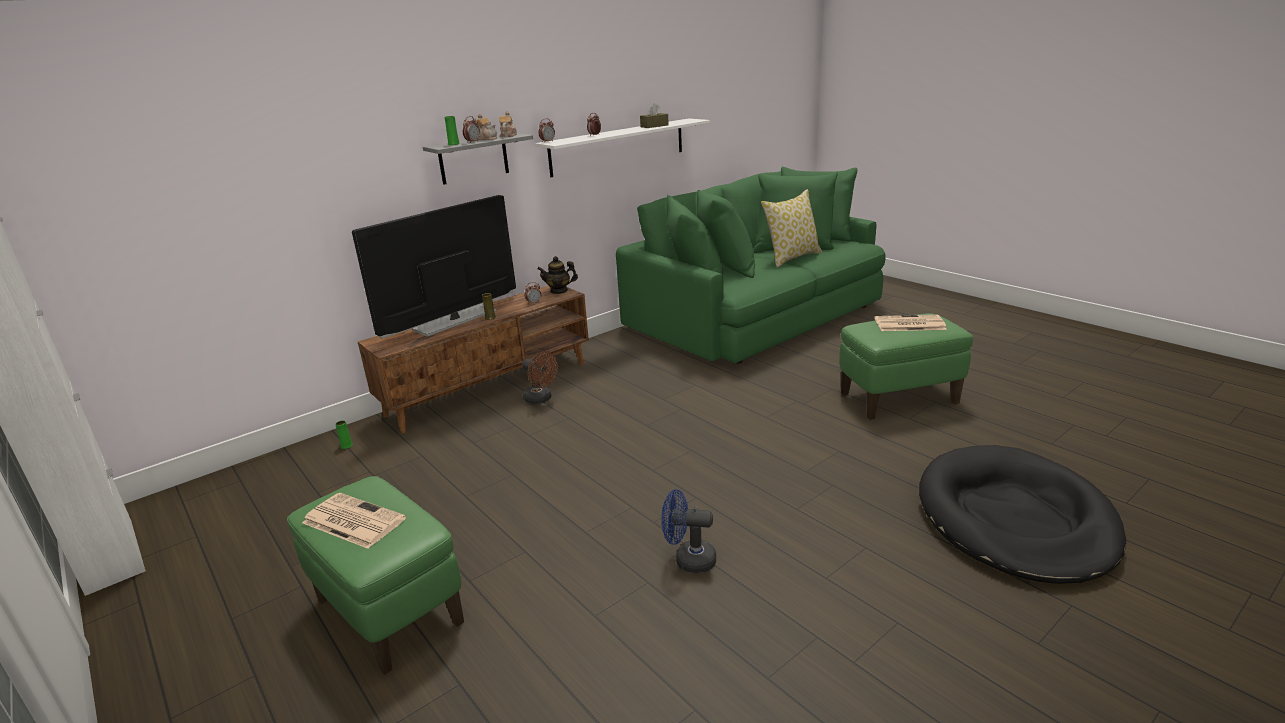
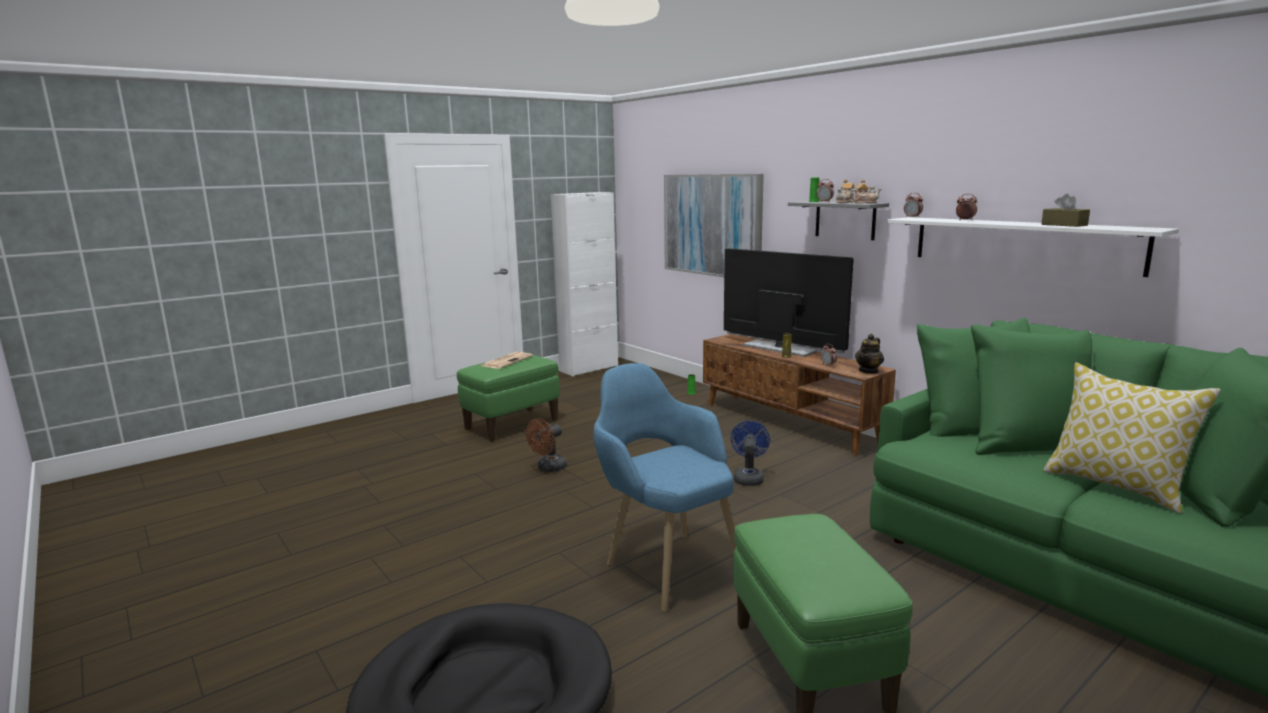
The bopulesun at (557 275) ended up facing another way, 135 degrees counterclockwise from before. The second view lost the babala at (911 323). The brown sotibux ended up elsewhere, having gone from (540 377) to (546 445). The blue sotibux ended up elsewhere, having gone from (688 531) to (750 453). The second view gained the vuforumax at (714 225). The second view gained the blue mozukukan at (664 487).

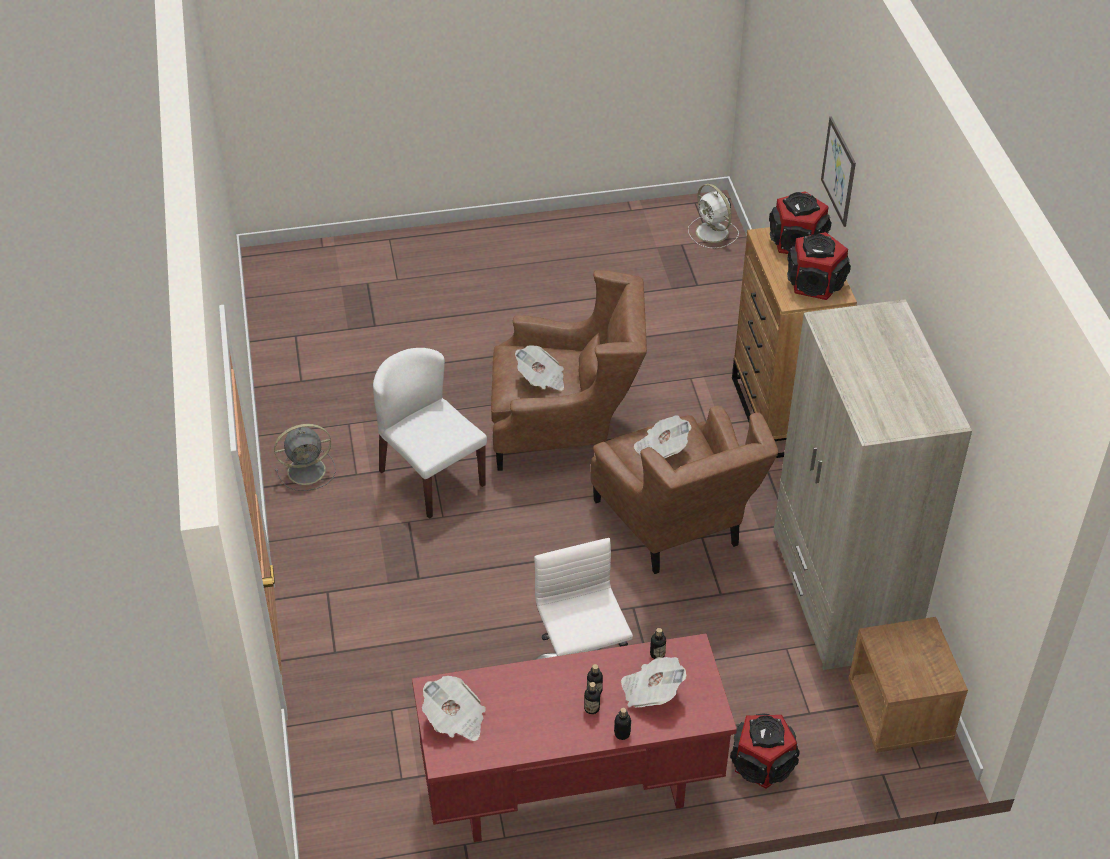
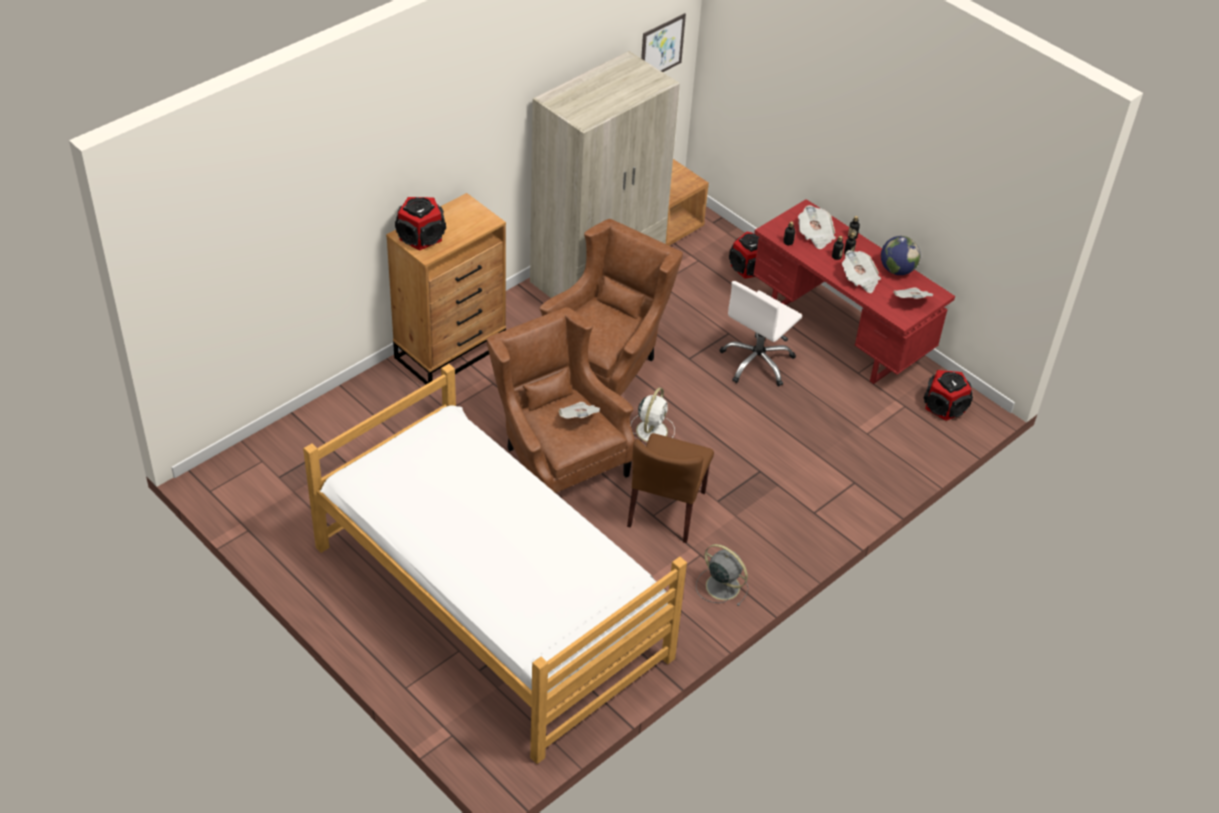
The vuforumax ended up elsewhere, having gone from (838 171) to (663 42). The white sotibux ended up elsewhere, having gone from (713 216) to (653 415). The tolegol ended up elsewhere, having gone from (819 266) to (948 395). What was the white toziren at (430 433) turned into the brown toziren at (670 488). The babala ended up elsewhere, having gone from (663 437) to (861 271). The second view gained the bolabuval at (900 255). The second view gained the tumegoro at (495 564).

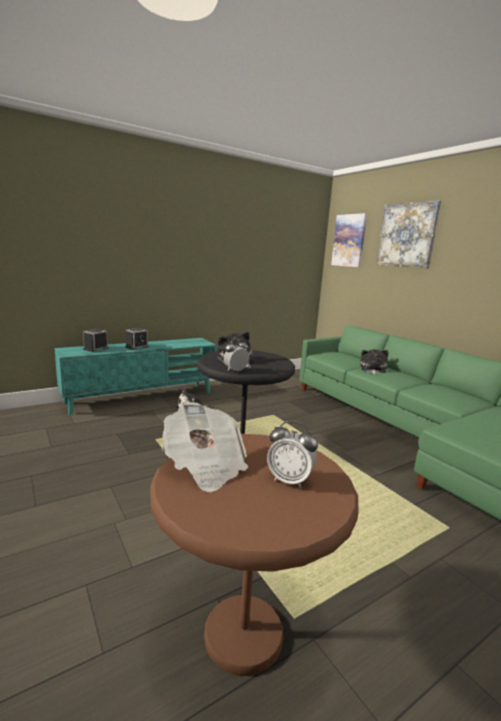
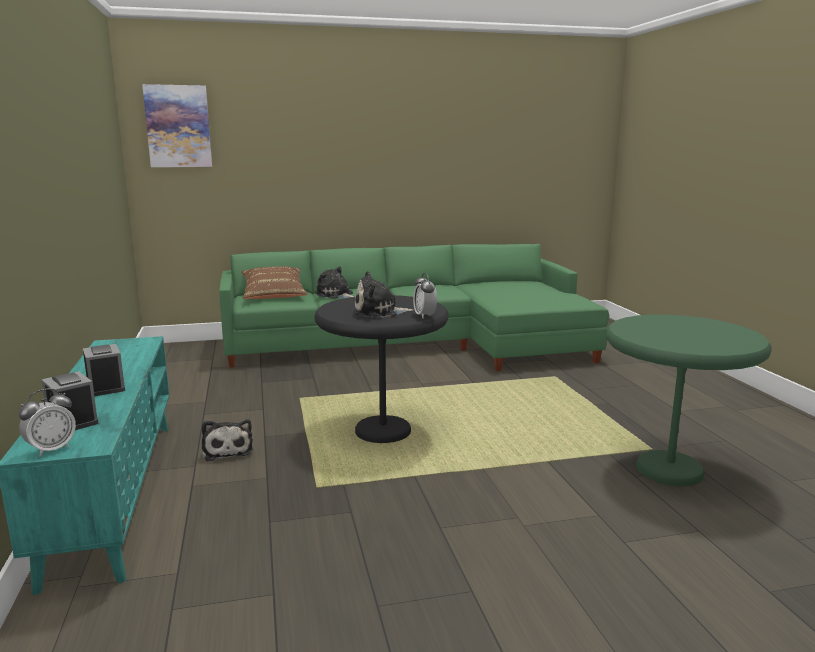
The second view lost the vuforumax at (408 234). The second view lost the babala at (205 447). The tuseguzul ended up elsewhere, having gone from (292 454) to (47 422). What was the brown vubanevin at (254 555) turned into the green vubanevin at (689 400). The second view gained the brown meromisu at (274 282).

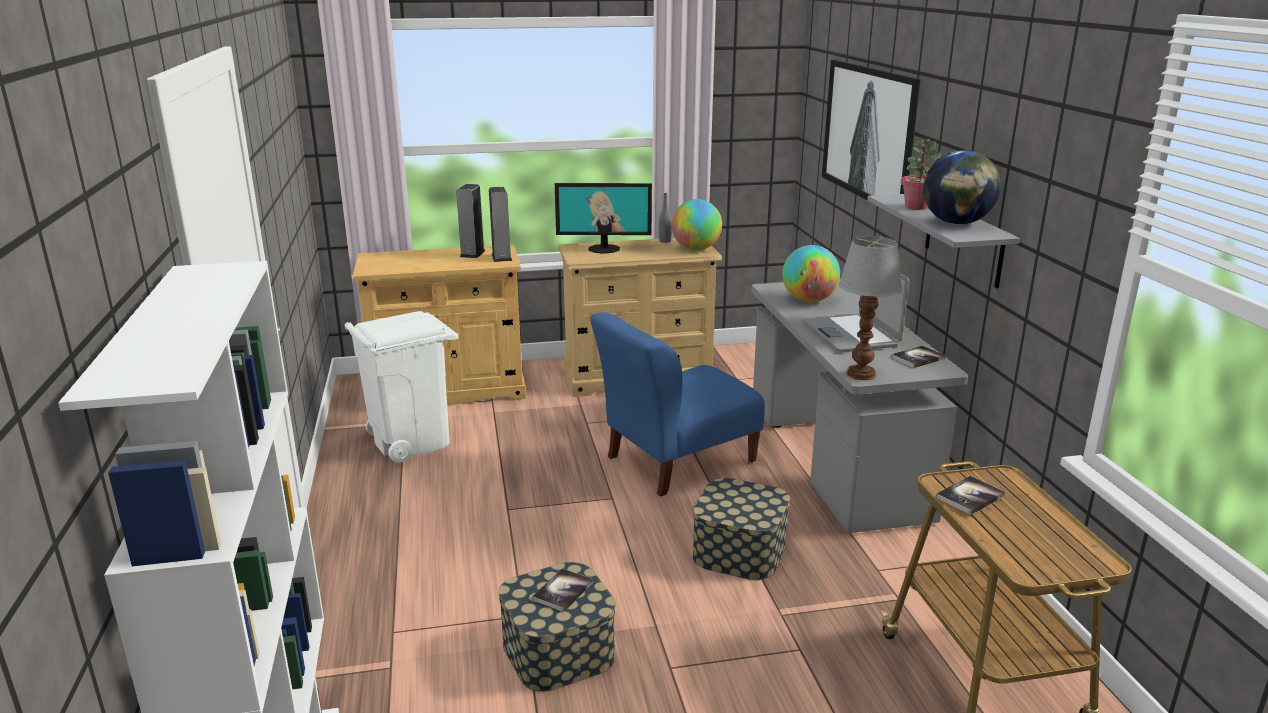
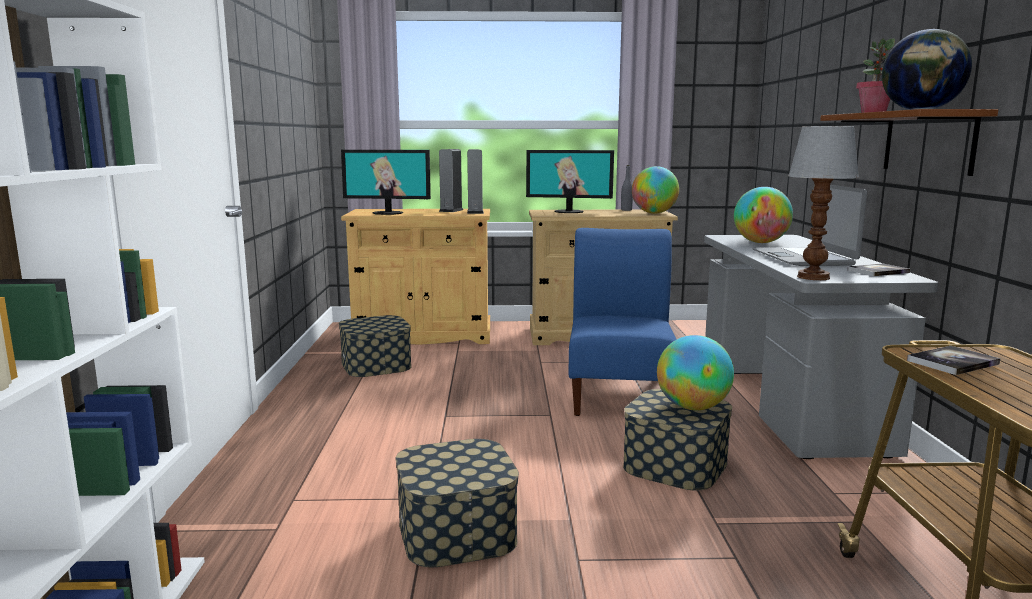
The second view lost the vuforumax at (871 130). What was the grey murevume at (943 241) turned into the brown murevume at (909 142). Where the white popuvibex stood at (401 387), the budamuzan came to stand at (375 346). The blue toziren at (677 404) ended up facing another way, 120 degrees clockwise from before. The second view lost the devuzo at (562 590). The second view gained the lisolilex at (386 182). The second view gained the bolabuval at (695 372).

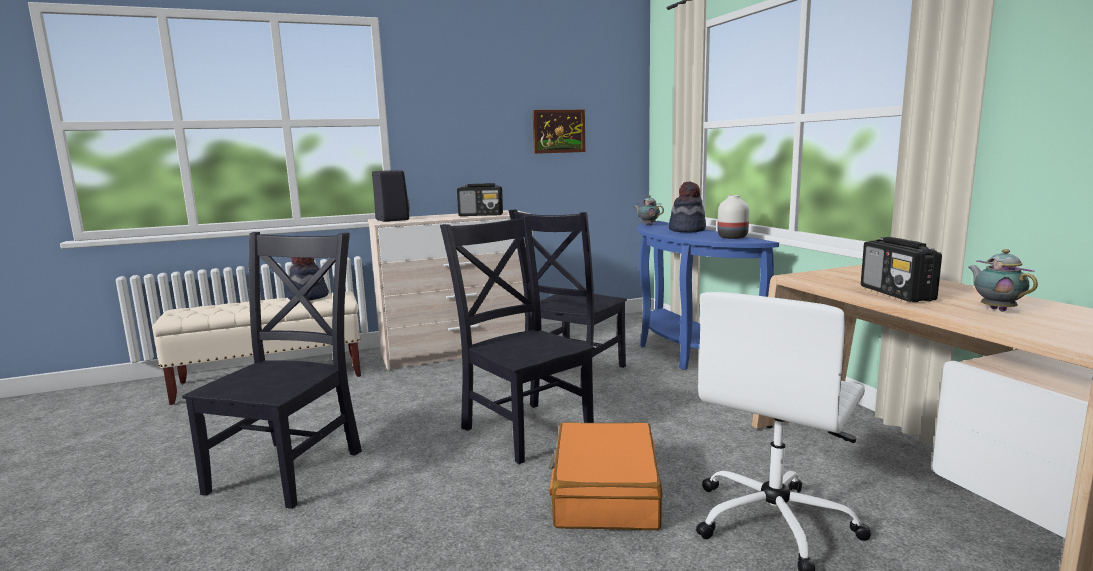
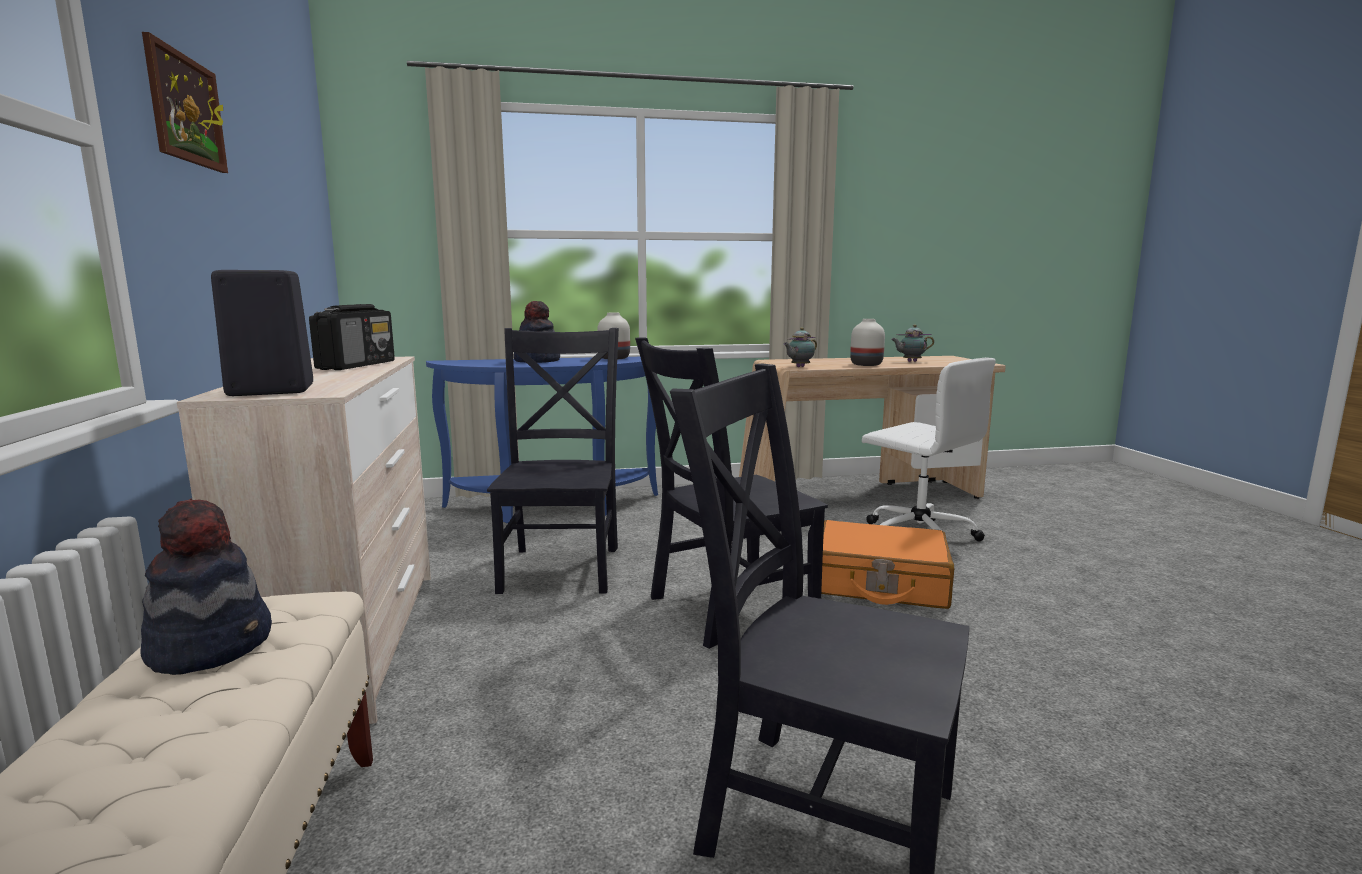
The vuforumax ended up elsewhere, having gone from (559 132) to (185 102). The bopulesun ended up elsewhere, having gone from (649 210) to (800 347). The black toziren at (567 289) ended up facing another way, 135 degrees counterclockwise from before. Where the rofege stood at (901 269), the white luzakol came to stand at (867 342).

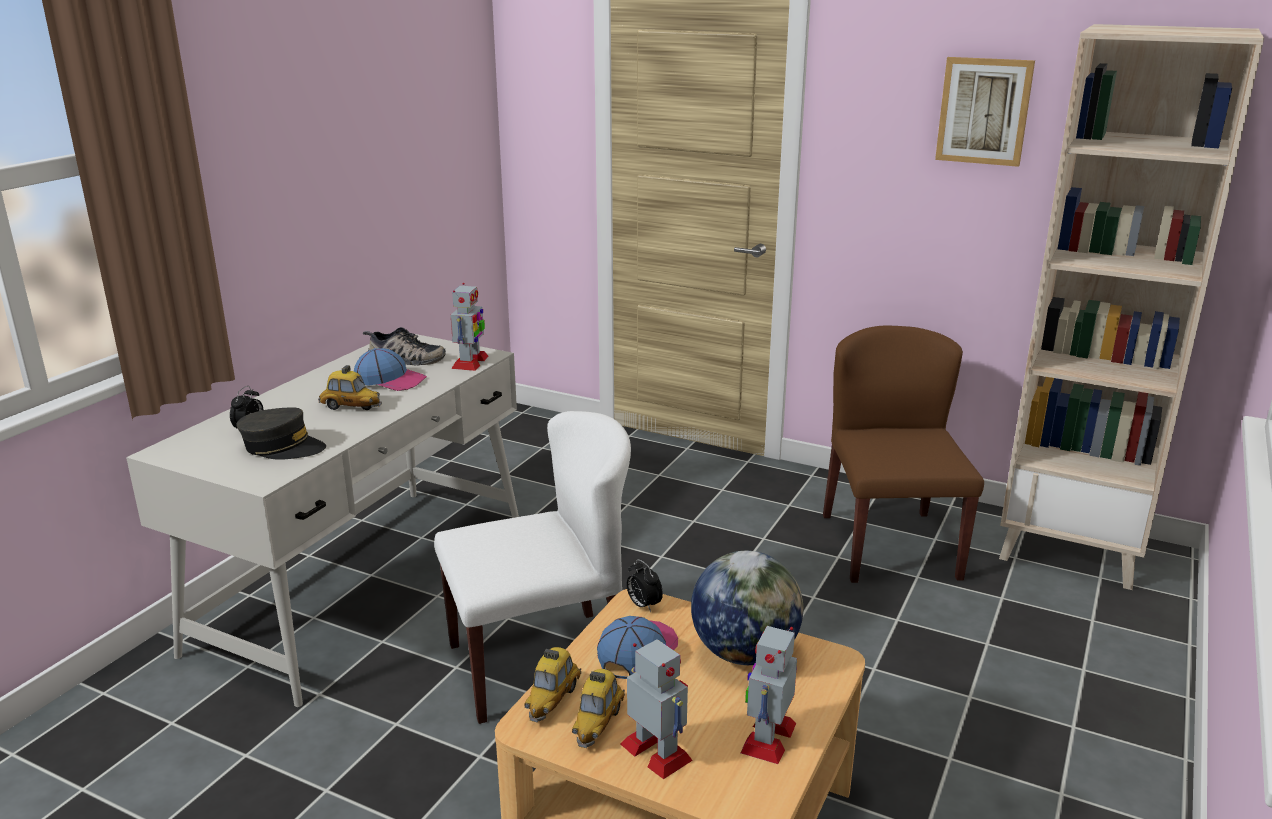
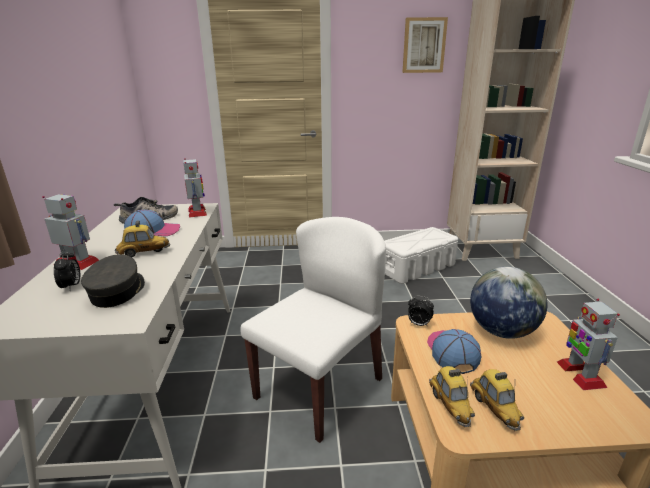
Where the brown toziren stood at (903 454), the white budamuzan came to stand at (421 255). The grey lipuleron at (281 433) ended up facing another way, 75 degrees counterclockwise from before. The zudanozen ended up elsewhere, having gone from (656 709) to (70 232).

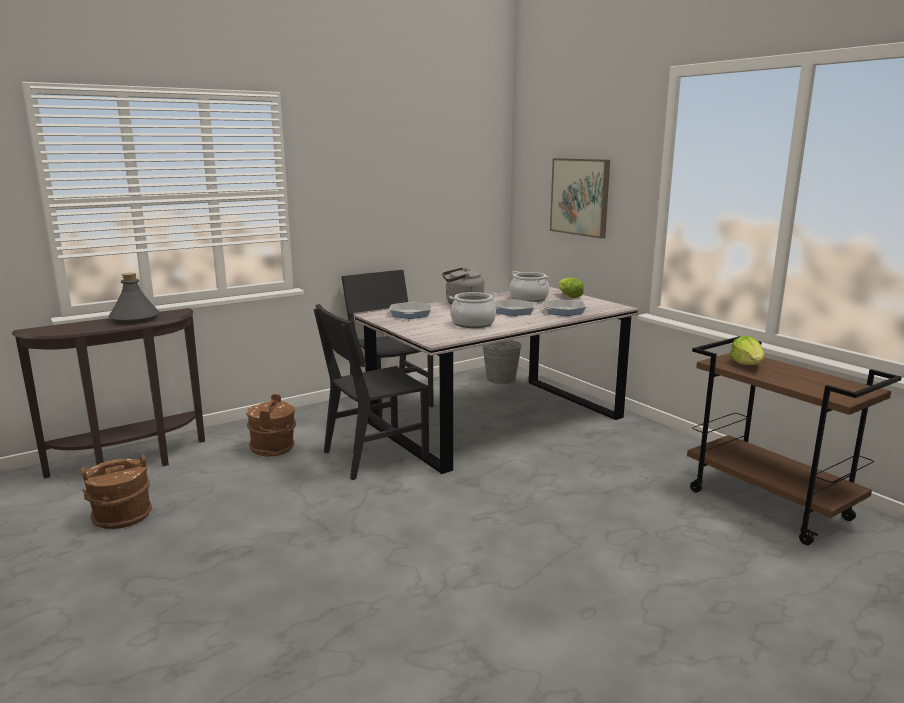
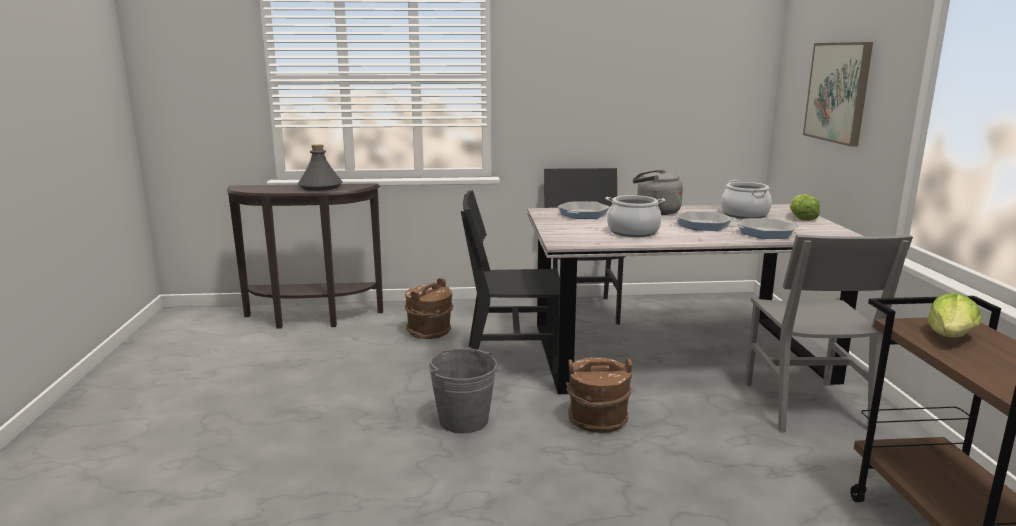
The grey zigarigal ended up elsewhere, having gone from (502 362) to (462 390). The brown zigarigal ended up elsewhere, having gone from (116 491) to (599 395). The second view gained the grey toziren at (829 333).

